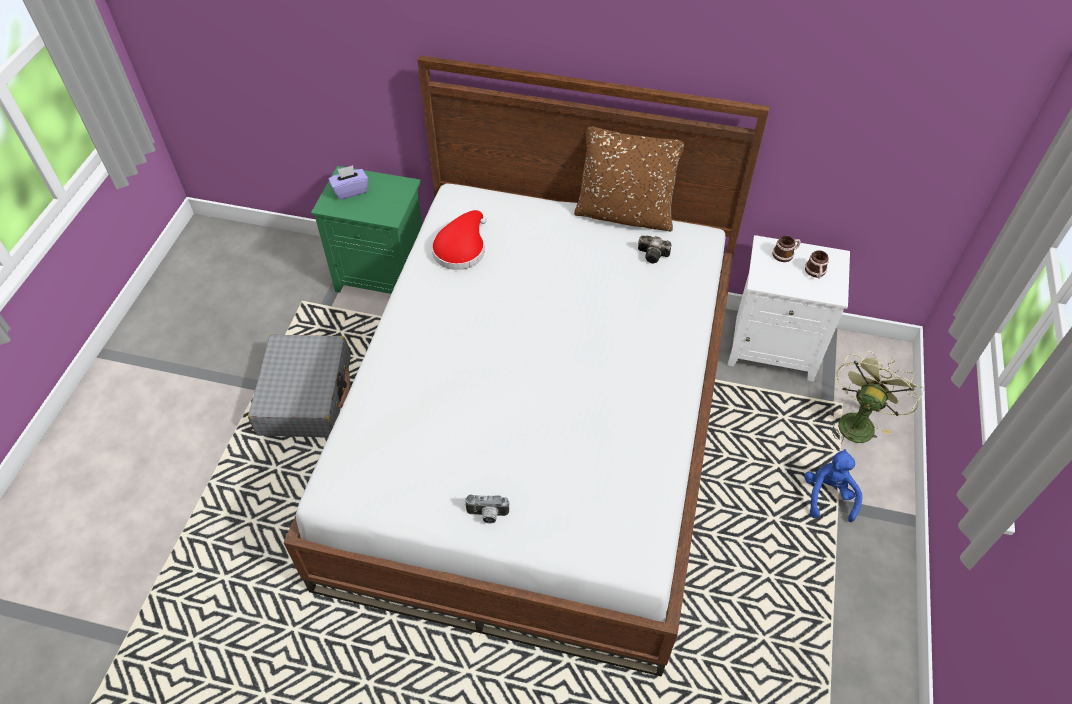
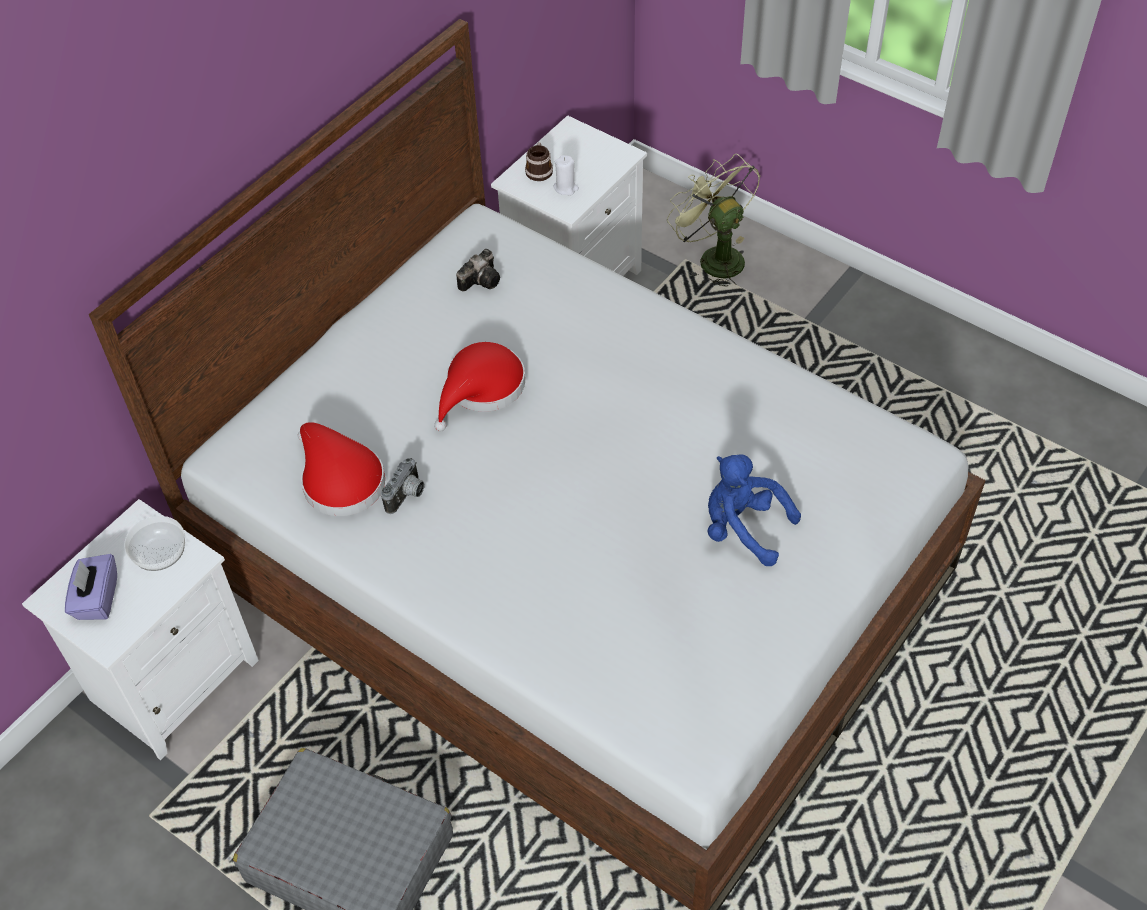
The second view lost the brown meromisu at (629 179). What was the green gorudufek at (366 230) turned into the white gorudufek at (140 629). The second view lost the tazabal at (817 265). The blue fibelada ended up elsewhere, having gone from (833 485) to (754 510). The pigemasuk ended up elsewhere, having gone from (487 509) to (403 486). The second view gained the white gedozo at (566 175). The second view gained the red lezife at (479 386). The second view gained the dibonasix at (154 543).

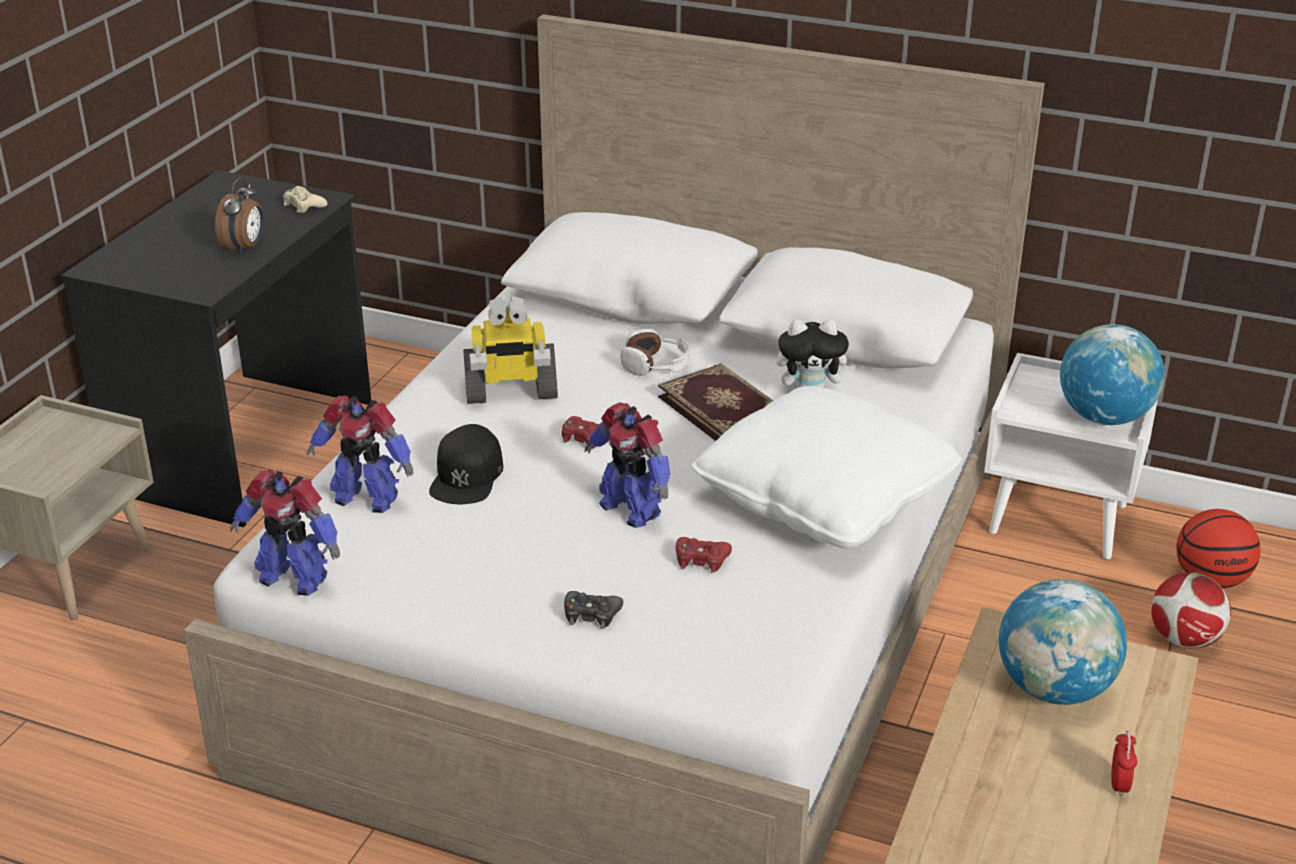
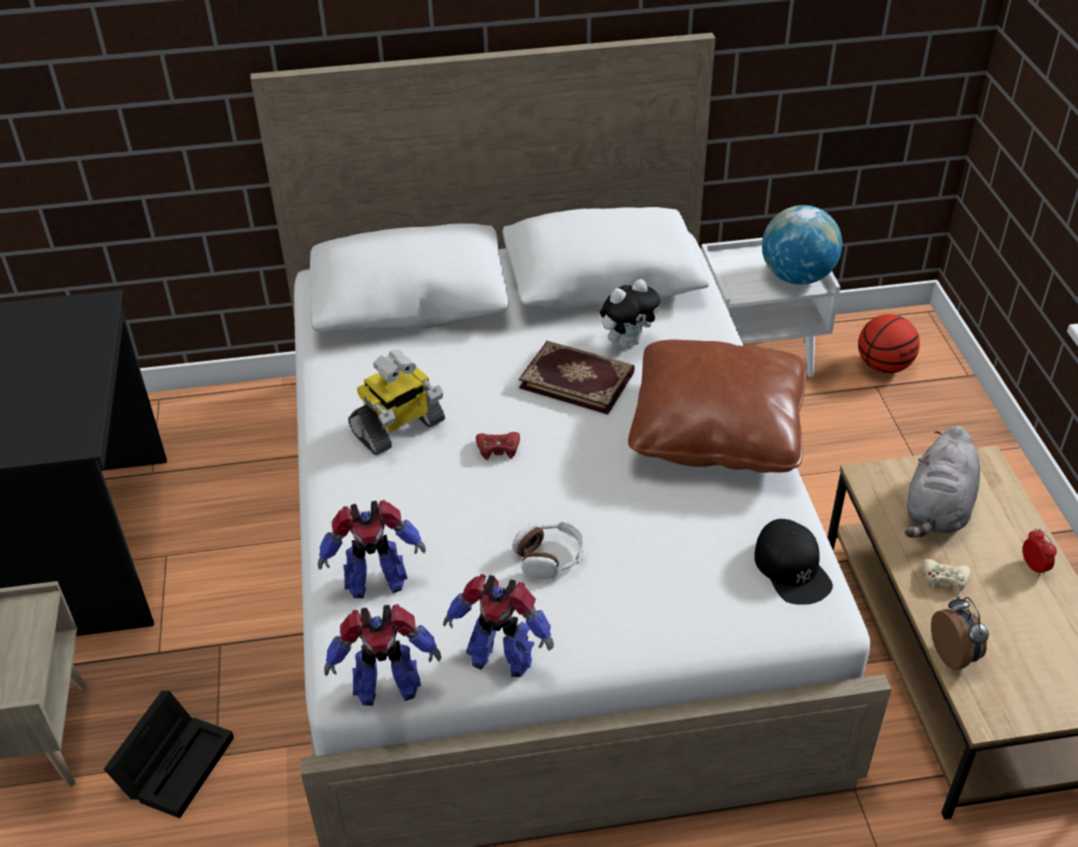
The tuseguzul ended up elsewhere, having gone from (239 215) to (960 632). The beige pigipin ended up elsewhere, having gone from (305 199) to (946 576). The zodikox ended up elsewhere, having gone from (655 352) to (548 550). What was the white meromisu at (827 467) turned into the brown meromisu at (717 406). The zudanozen ended up elsewhere, having gone from (627 465) to (498 625). The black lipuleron ended up elsewhere, having gone from (466 464) to (793 562). The second view lost the red pigipin at (704 555). The second view lost the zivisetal at (1191 610). Where the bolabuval stood at (1063 642), the grey fibelada came to stand at (942 482). The second view lost the black pigipin at (593 610). The second view gained the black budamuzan at (169 754).

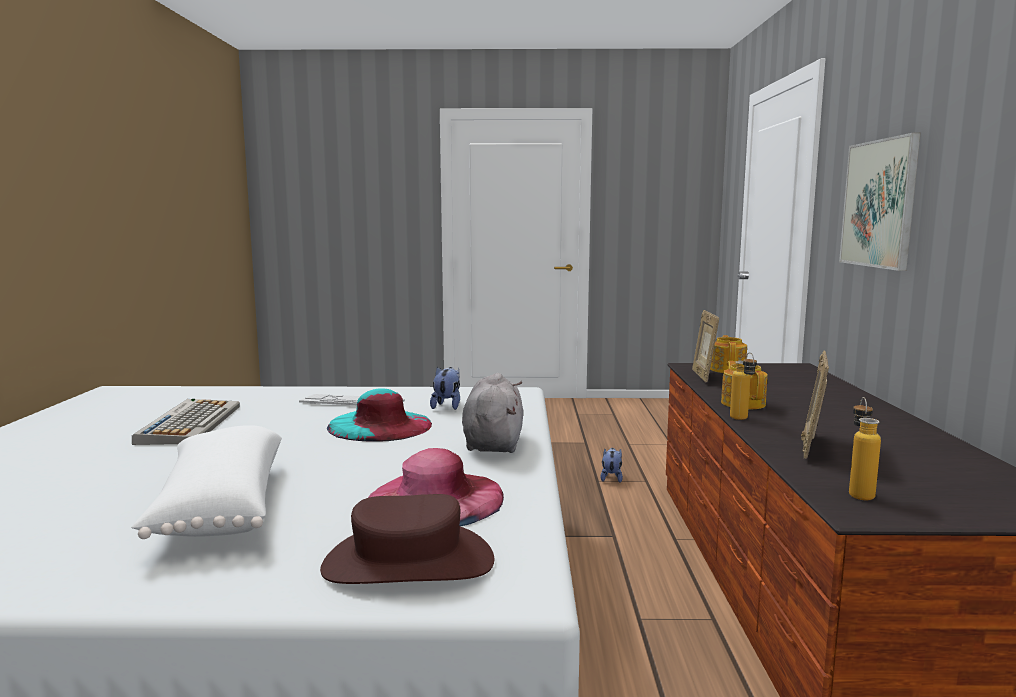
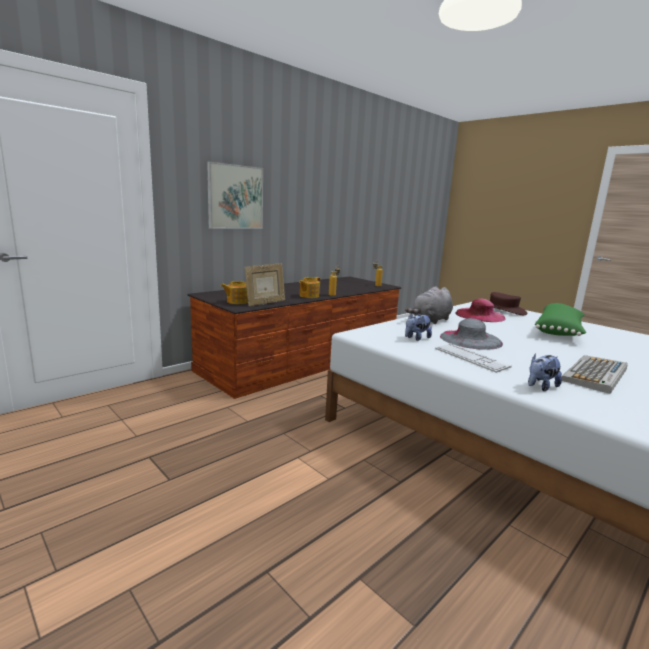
The second view lost the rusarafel at (815 405). What was the turquoise lezife at (379 415) turned into the grey lezife at (471 334). What was the white meromisu at (206 482) turned into the green meromisu at (560 319). The fibelada ended up elsewhere, having gone from (611 465) to (545 372).

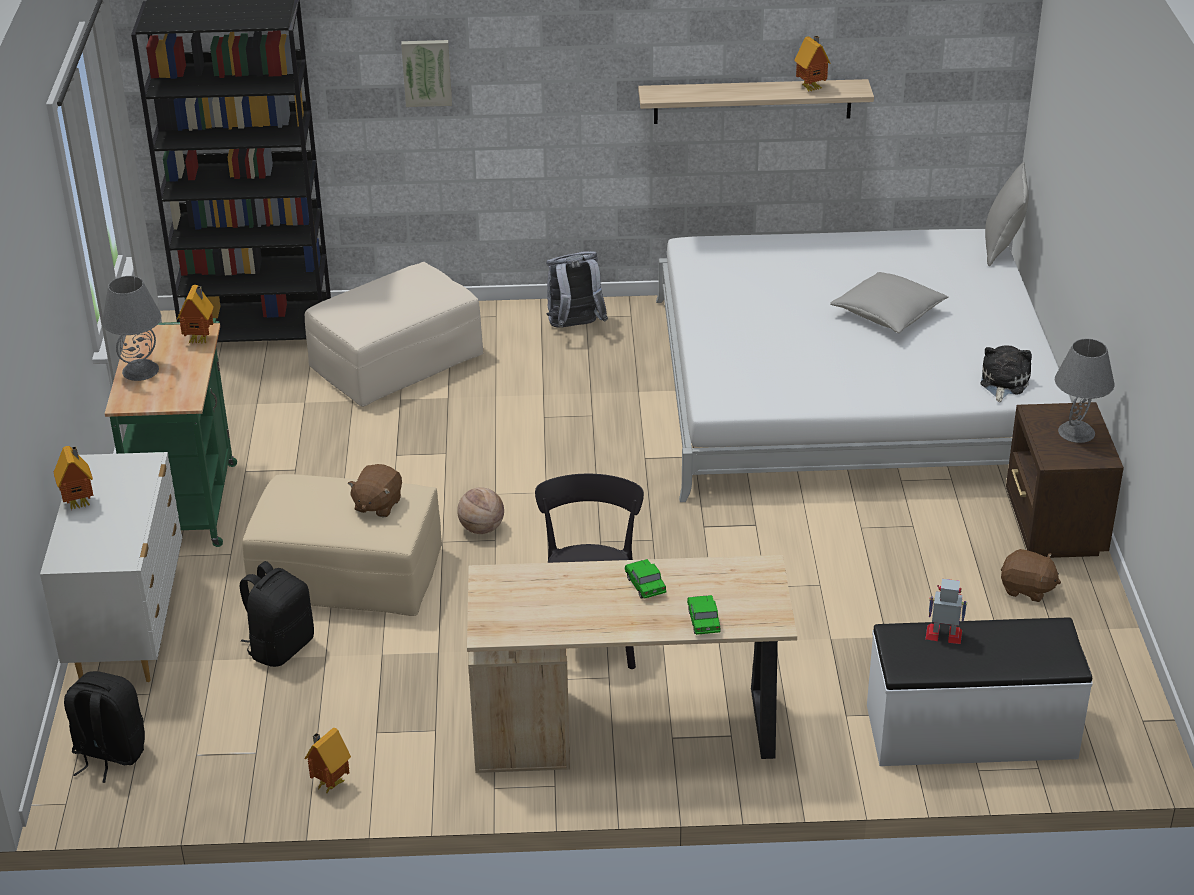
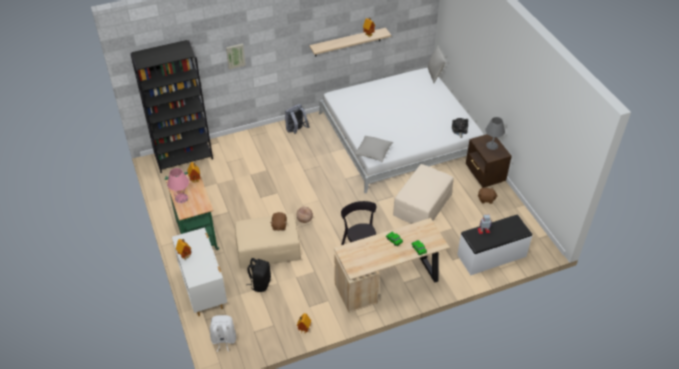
The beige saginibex ended up elsewhere, having gone from (394 334) to (423 194). The grey meromisu ended up elsewhere, having gone from (889 302) to (373 148). What was the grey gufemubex at (131 328) turned into the pink gufemubex at (178 185). What was the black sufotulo at (104 727) turned into the white sufotulo at (223 333).

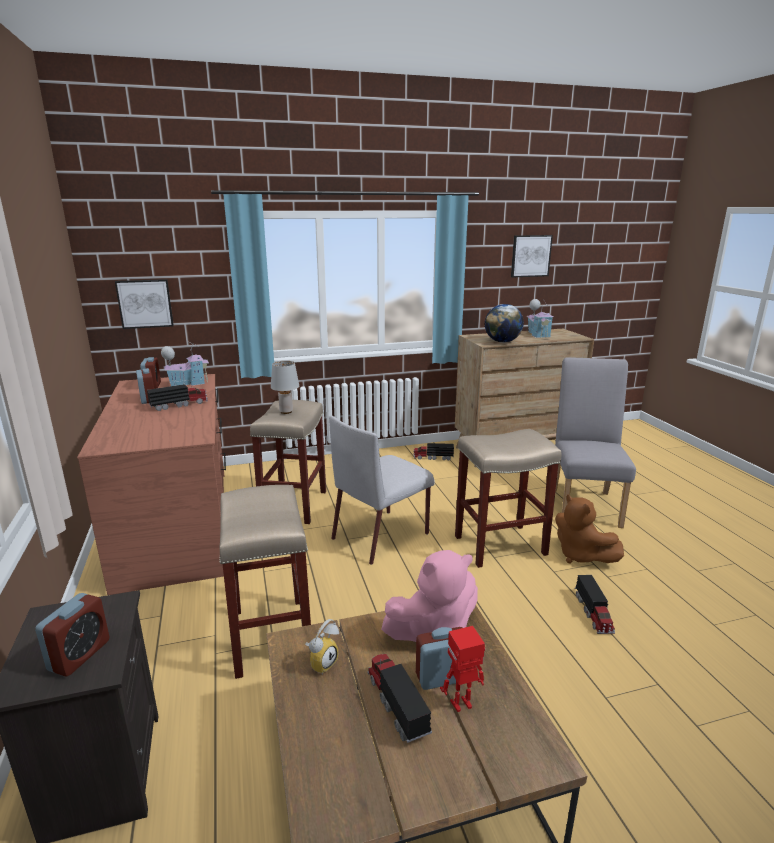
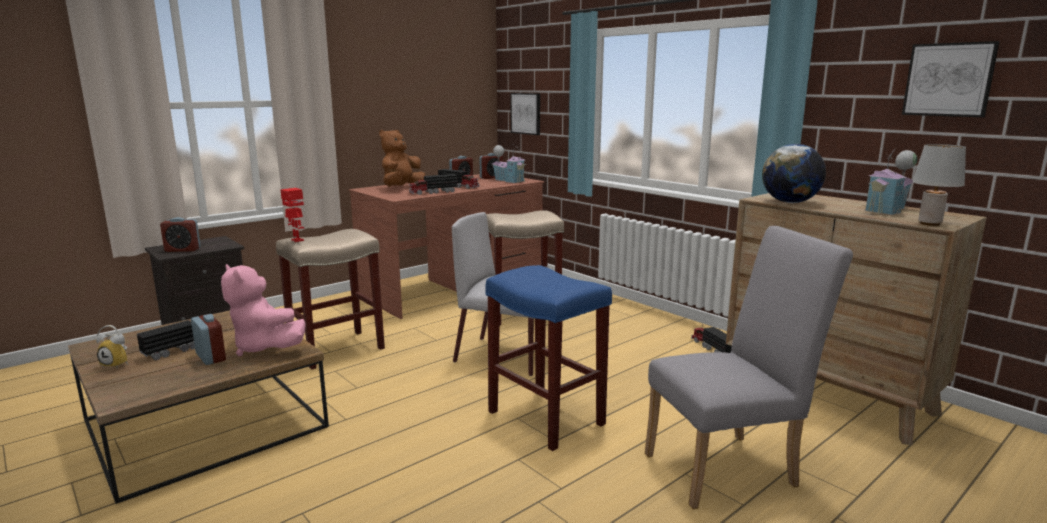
The grey gufemubex ended up elsewhere, having gone from (285 387) to (939 185). What was the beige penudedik at (508 498) turned into the blue penudedik at (549 358). The brown fibelada ended up elsewhere, having gone from (589 528) to (402 158). The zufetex ended up elsewhere, having gone from (595 604) to (433 184). The tuseguzul ended up elsewhere, having gone from (322 647) to (112 347). The zudanozen ended up elsewhere, having gone from (462 669) to (292 215).

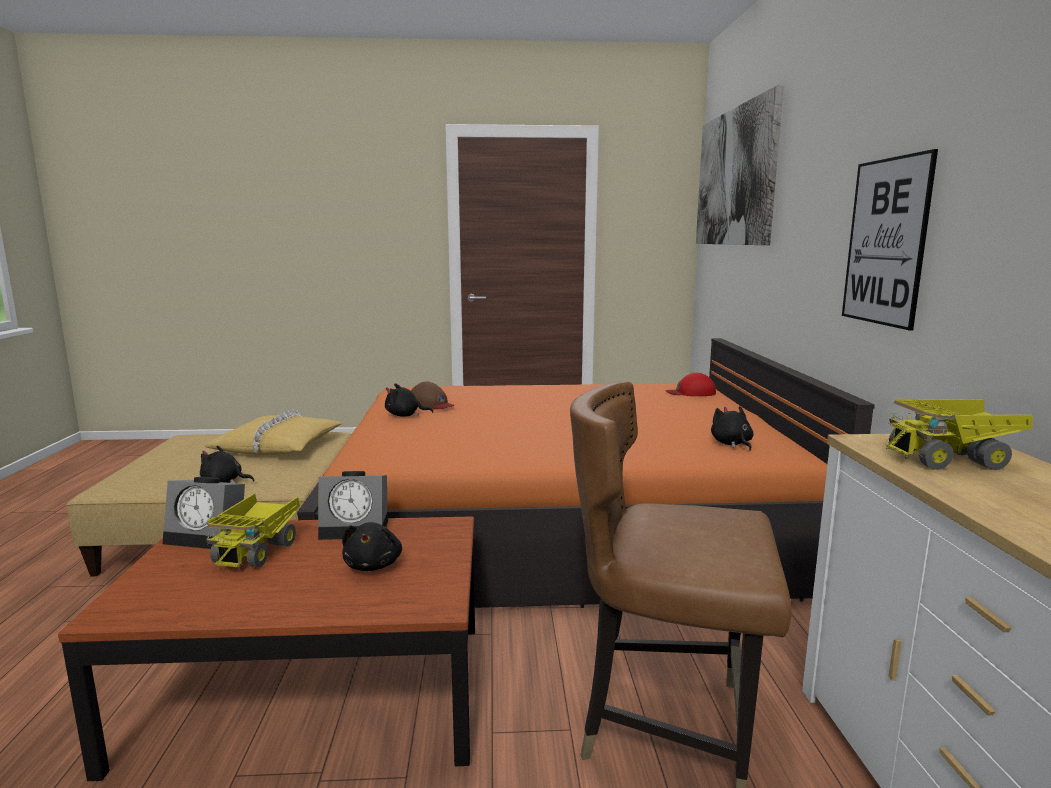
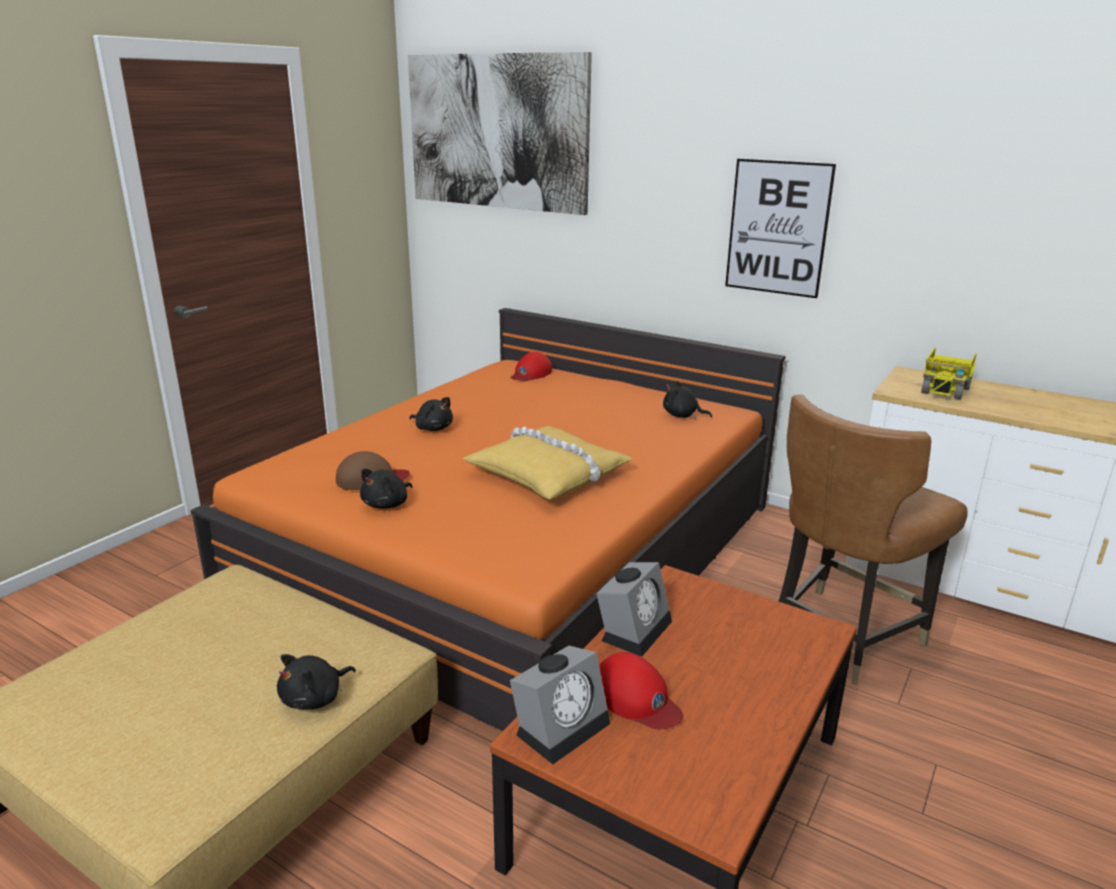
The yellow meromisu ended up elsewhere, having gone from (273 432) to (548 463). Where the zufetex stood at (253 531), the red lipuleron came to stand at (641 690). The black fibelada ended up elsewhere, having gone from (372 546) to (431 414).

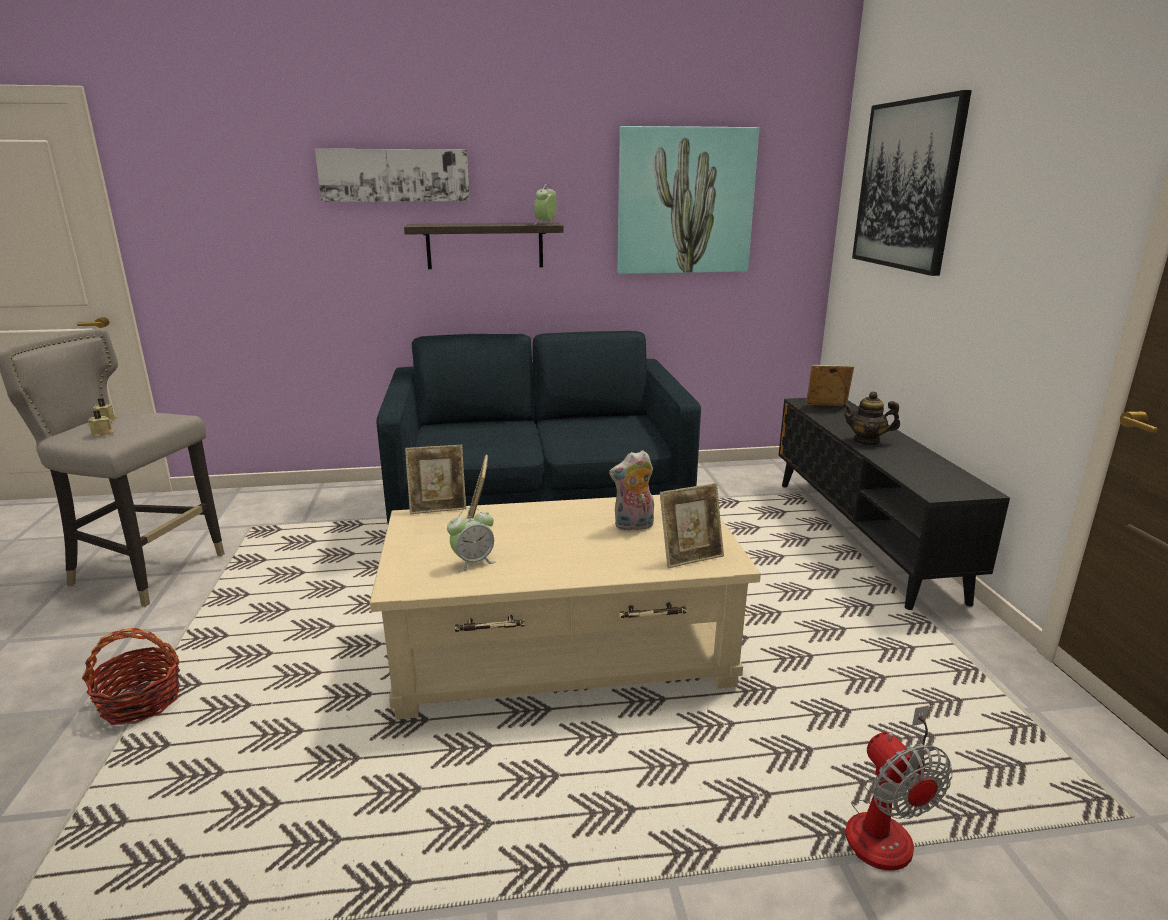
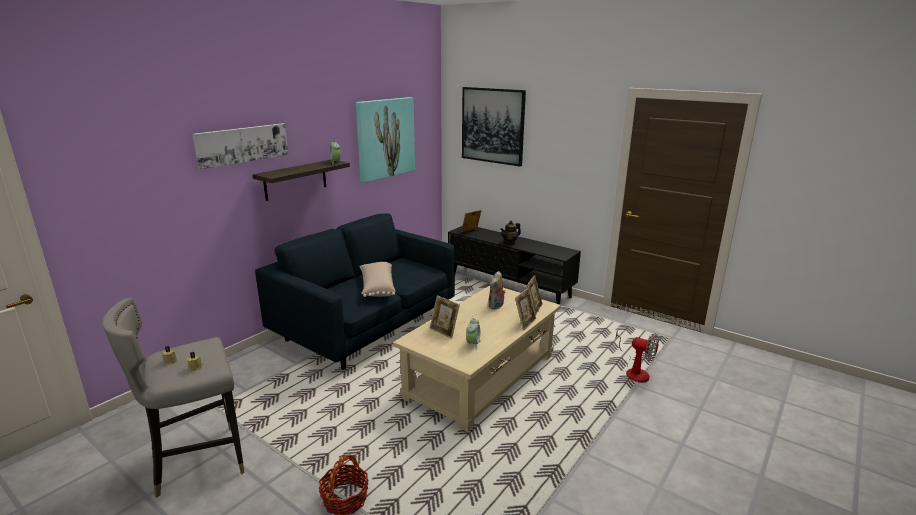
The rusarafel ended up elsewhere, having gone from (435 479) to (525 309). The second view gained the beige meromisu at (378 279).

